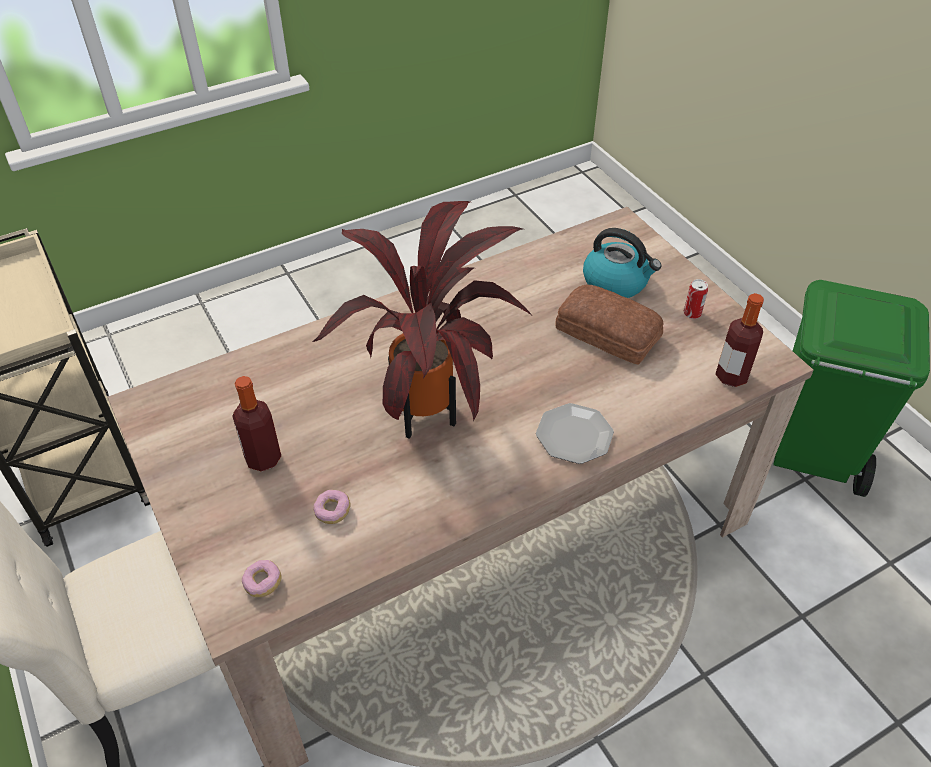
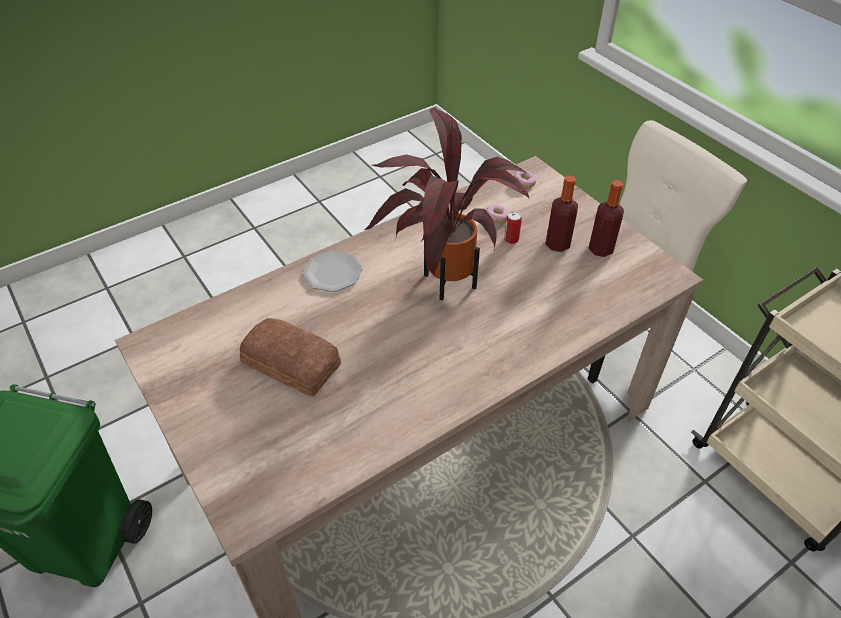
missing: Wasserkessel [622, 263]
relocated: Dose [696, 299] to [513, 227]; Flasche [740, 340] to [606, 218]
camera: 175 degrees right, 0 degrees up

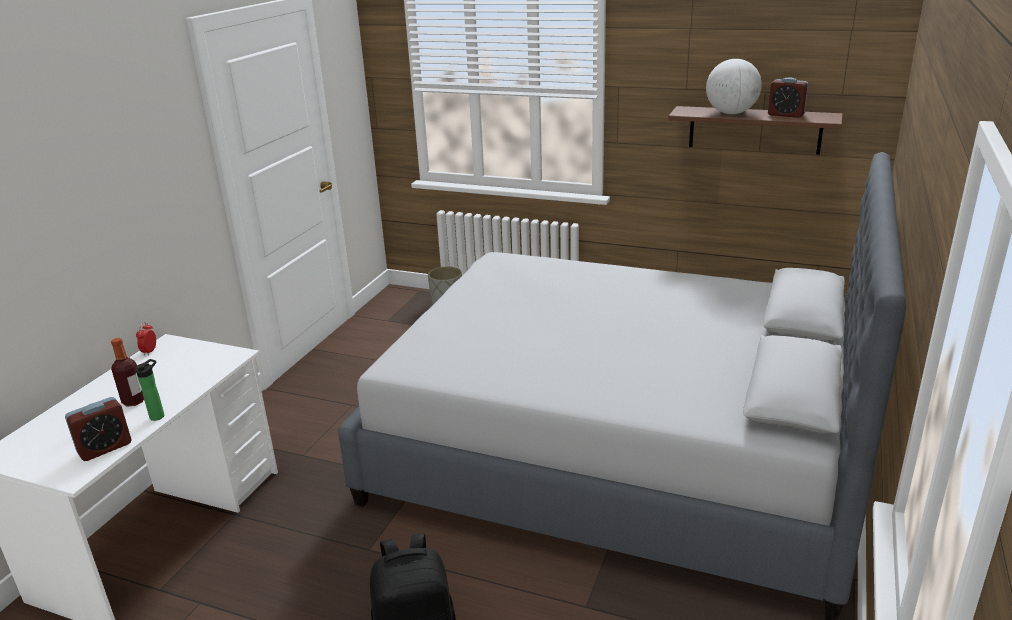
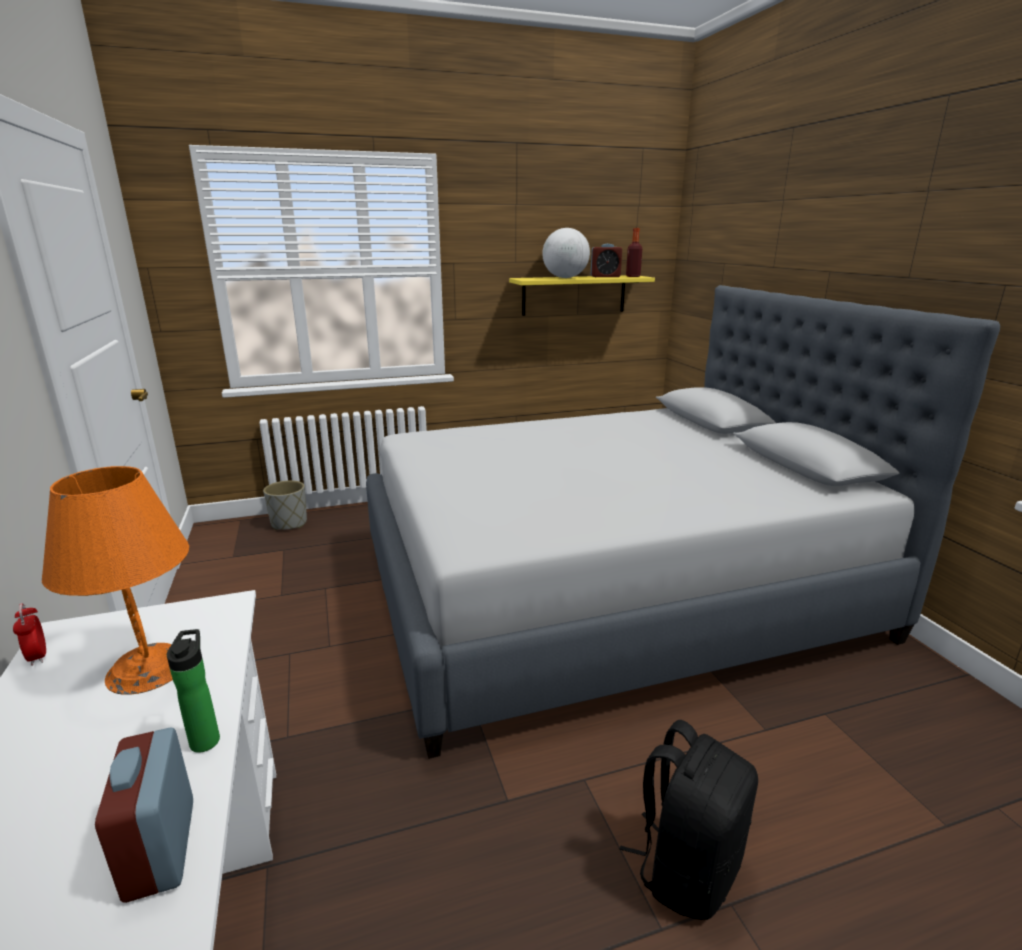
appeared: Tischlampe [orange] [115, 580]
relocated: Flasche [127, 372] to [634, 252]
colour: Wandregal [braun] [755, 130] to Wandregal [gelb] [582, 296]
spun: Wecker [98, 429] = [144, 815] 150 degrees clockwise
camera: 40 degrees left, 5 degrees down

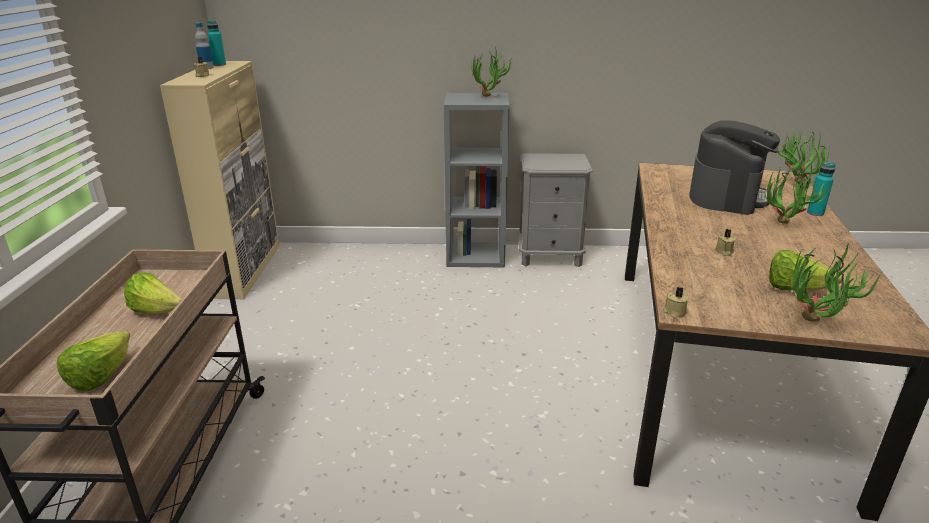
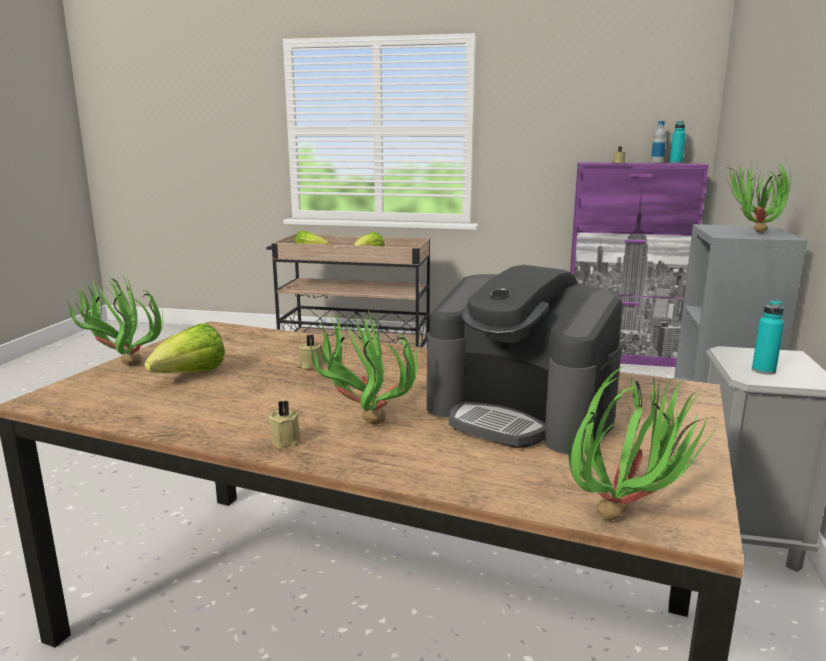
relocated: Kerze [beige] [676, 302] to [285, 424]; Flasche [türkis] [821, 189] to [768, 337]
colour: Schrank [beige] [220, 180] to Schrank [lila] [639, 264]
camera: 100 degrees right, 10 degrees down

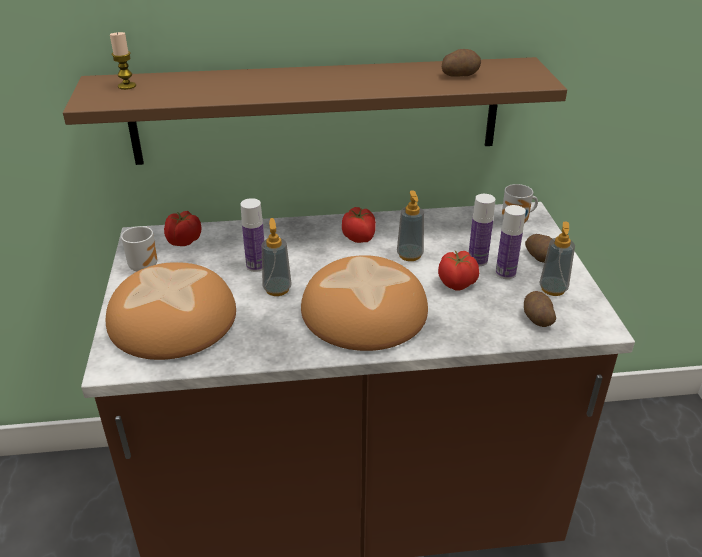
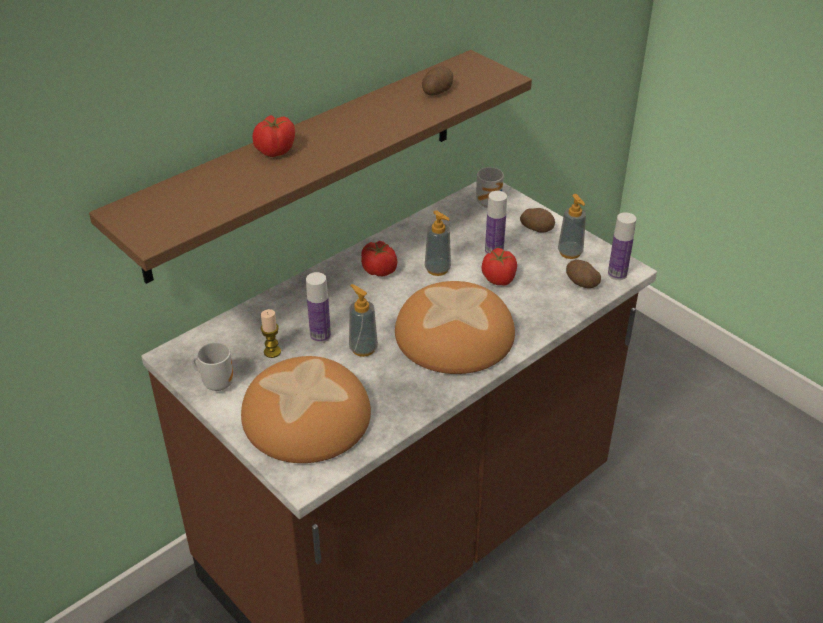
relocated: Kerze [123, 61] to [271, 333]; Tomate [183, 228] to [274, 136]; Flasche [511, 242] to [622, 246]
camera: 35 degrees left, 5 degrees up

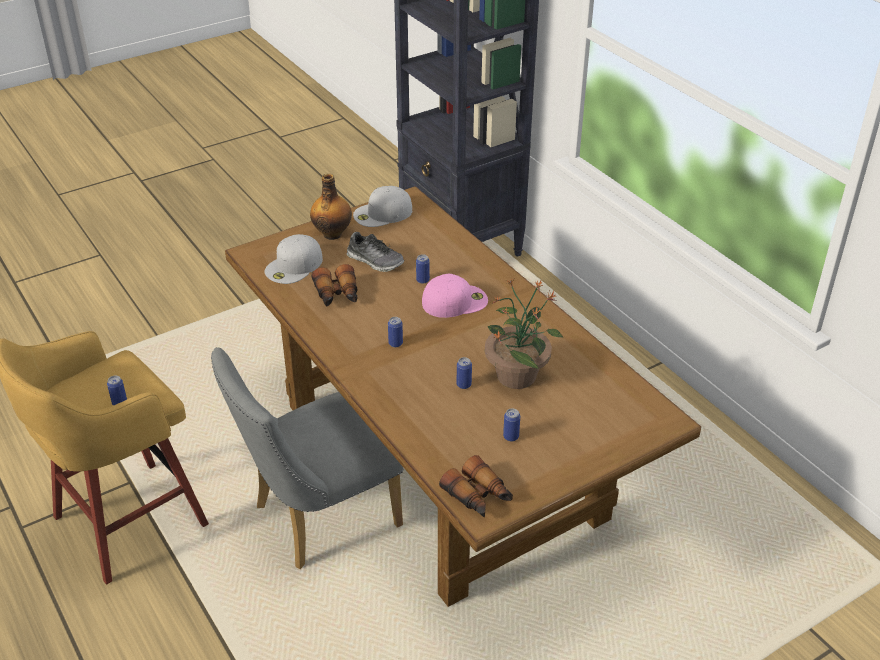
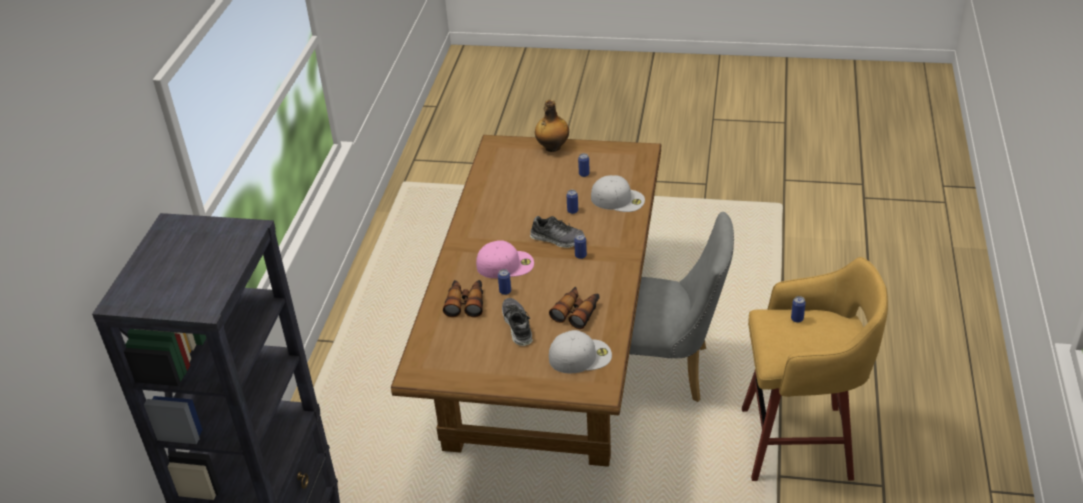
missing: Topfpflanze [524, 334]
appeared: Schuh [557, 232]
relocated: Flasche [331, 207] to [552, 126]; Kappe [weiß] [382, 206] to [618, 193]; Fernglas [476, 486] to [463, 298]
spun: Kappe [rosa] [455, 296] = [505, 259] 150 degrees clockwise
camera: 135 degrees left, 0 degrees up

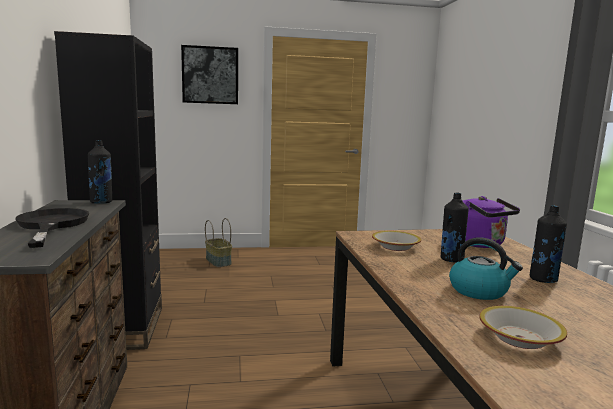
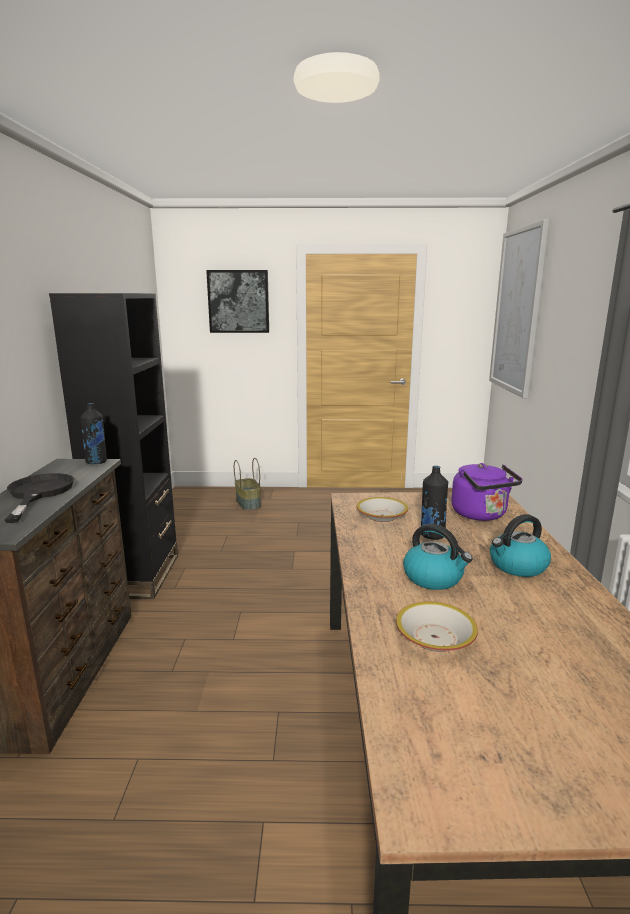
appeared: Bild [519, 308]
exchanged: Flasche [schwarz] [548, 244] to Wasserkessel [520, 545]
camera: 10 degrees right, 5 degrees up

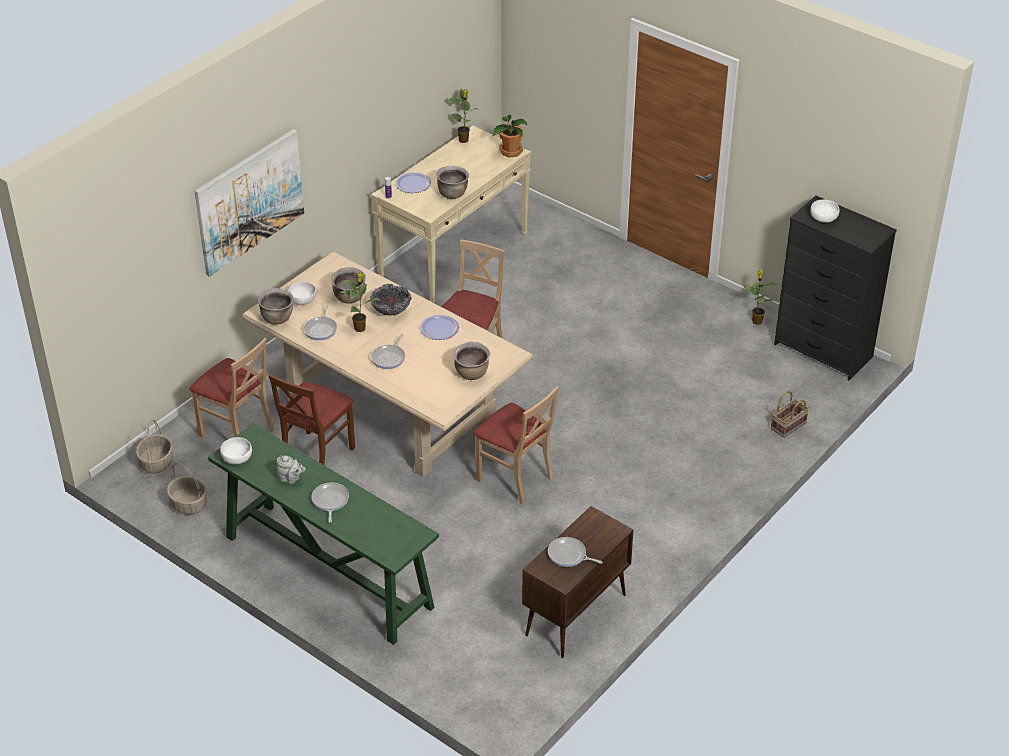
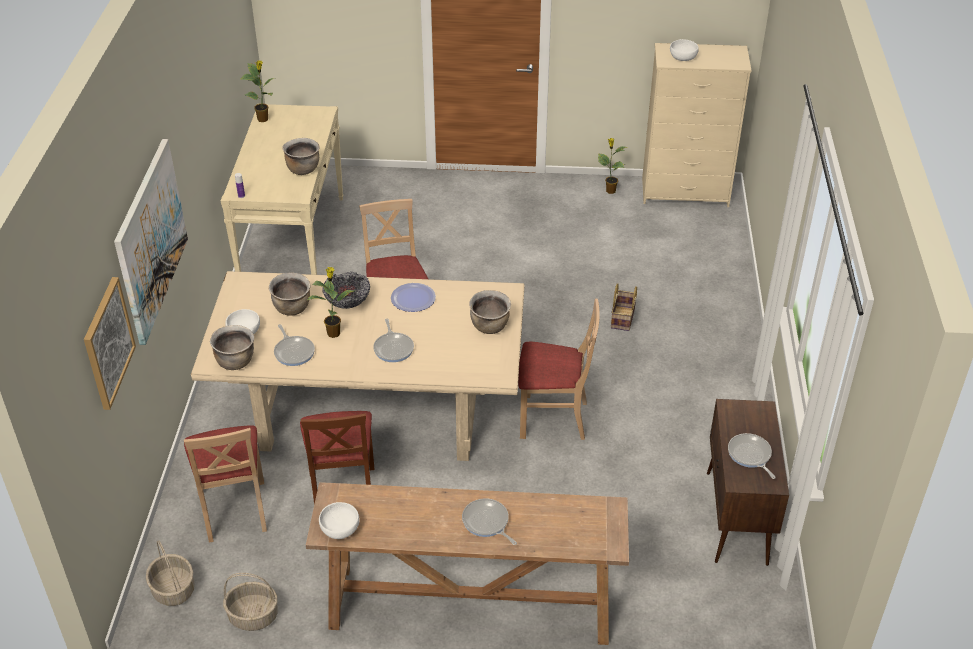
missing: Teekanne [grau] [291, 469]; Teller [413, 182]; Topfpflanze [509, 136]
appeared: Bild [110, 343]
relocated: Korb [790, 414] to [624, 307]
colour: Konsolentisch [grün] [323, 534] to Konsolentisch [braun] [467, 563]; Kommode [schwarz] [835, 287] to Kommode [beige] [697, 125]
spun: Stuhl [beige] [231, 387] = [225, 484] 75 degrees clockwise; Pfanne [575, 552] = [751, 456] 75 degrees clockwise
camera: 35 degrees left, 0 degrees up

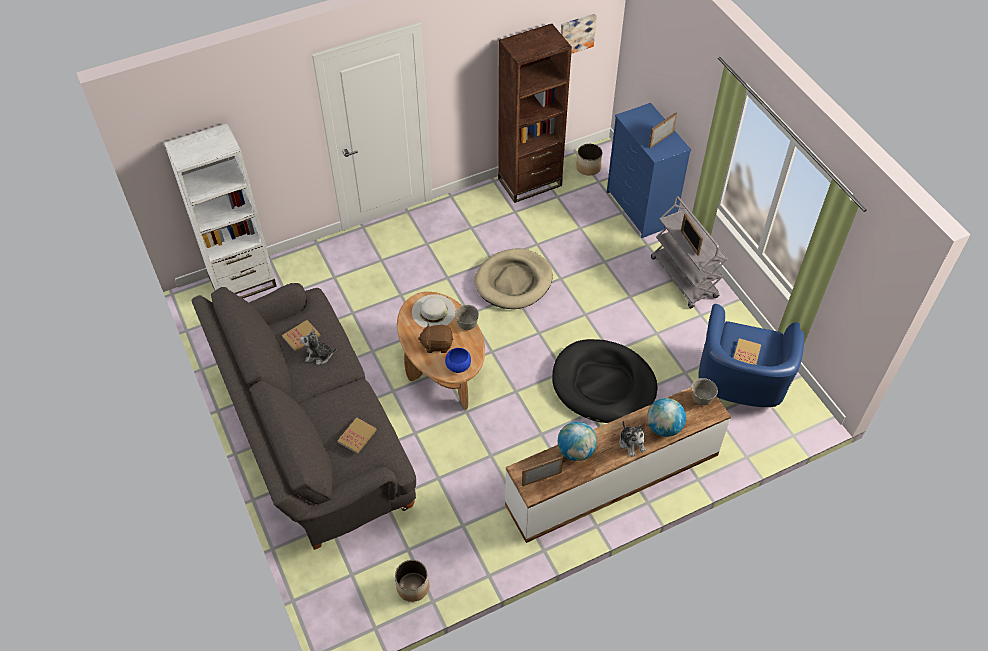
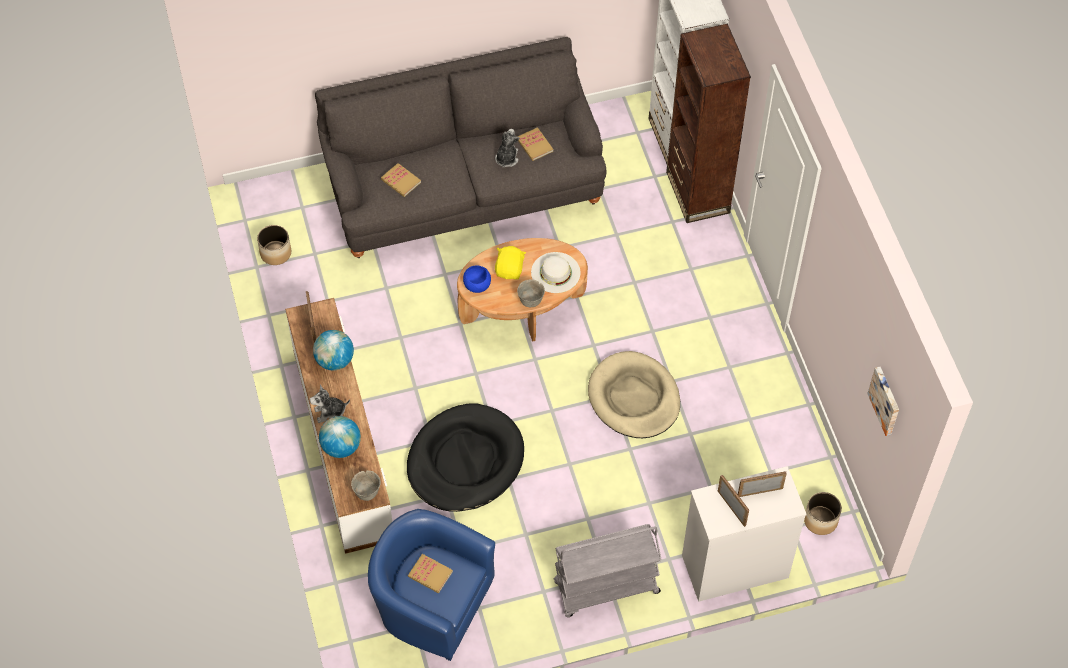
relocated: Bücherregal [braun] [535, 113] to [708, 123]; Bilderrahmen [692, 234] to [762, 484]
colour: Plüschtier [braun] [435, 338] to Plüschtier [gelb] [510, 263]; Kommode [blau] [649, 170] to Kommode [weiß] [744, 534]
camera: 100 degrees right, 5 degrees up

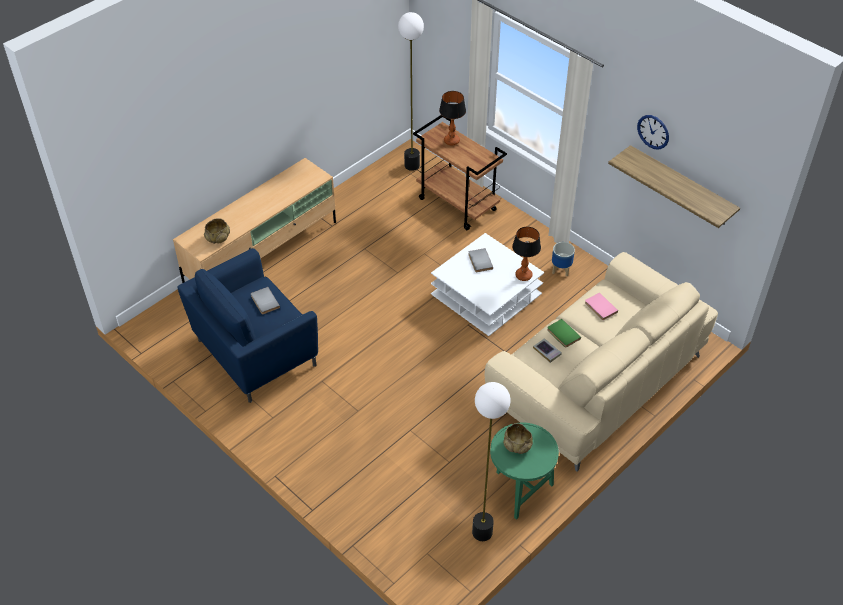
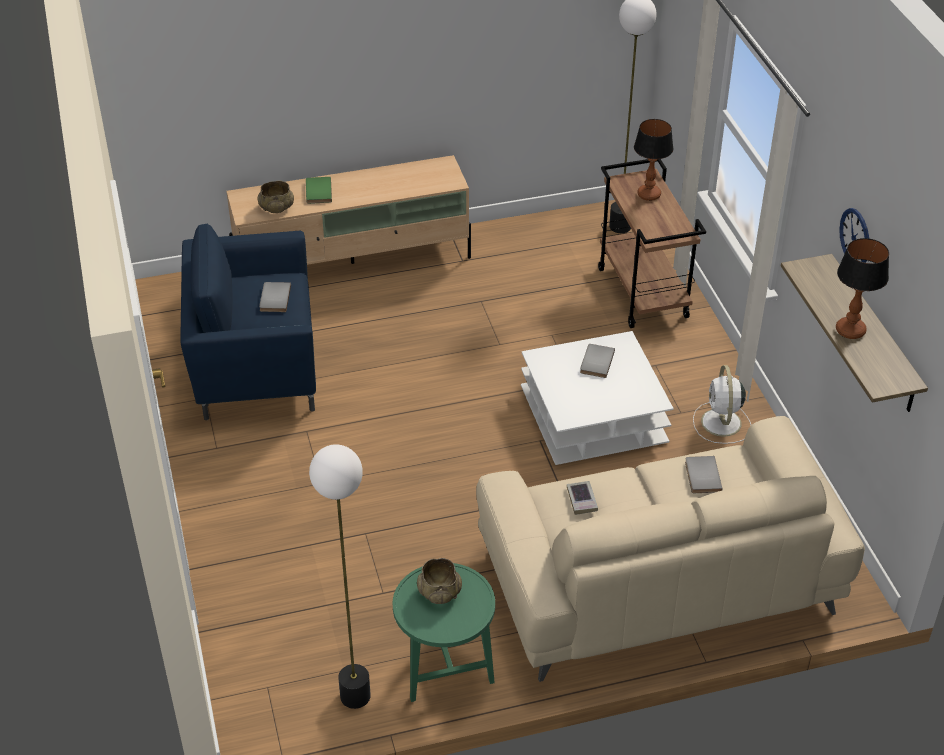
relocated: Tischlampe [526, 254] to [862, 288]; Buch [grün] [564, 333] to [319, 190]
exchanged: Pflanzkübel [563, 259] to Ventilator [weiß] [722, 404]
colour: Buch [rosa] [601, 306] to Buch [grau] [703, 474]
camera: 30 degrees right, 5 degrees down

